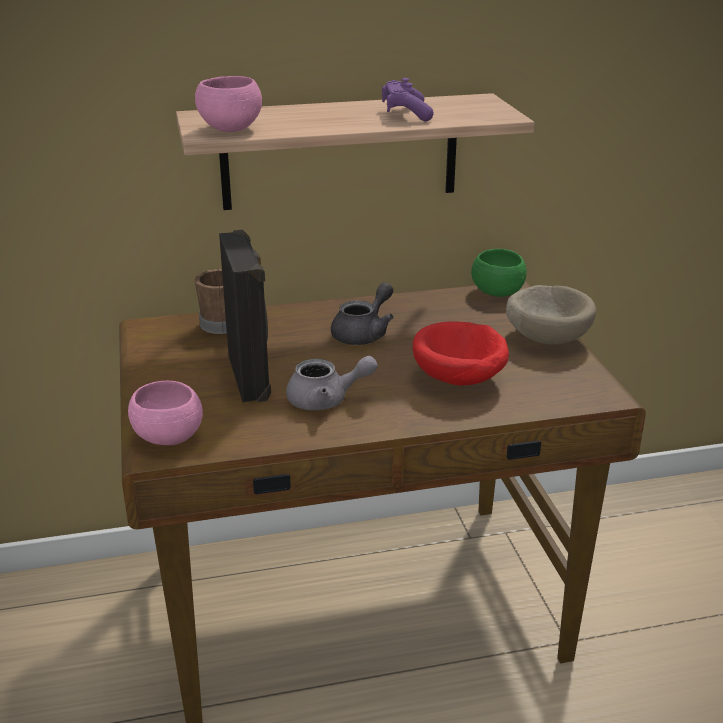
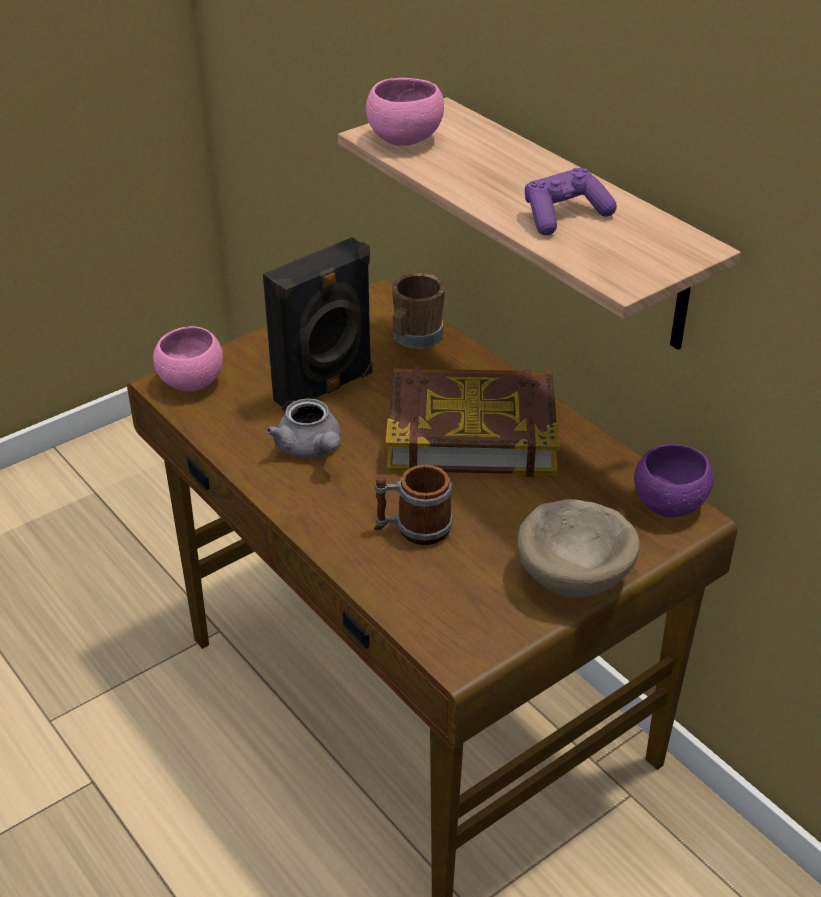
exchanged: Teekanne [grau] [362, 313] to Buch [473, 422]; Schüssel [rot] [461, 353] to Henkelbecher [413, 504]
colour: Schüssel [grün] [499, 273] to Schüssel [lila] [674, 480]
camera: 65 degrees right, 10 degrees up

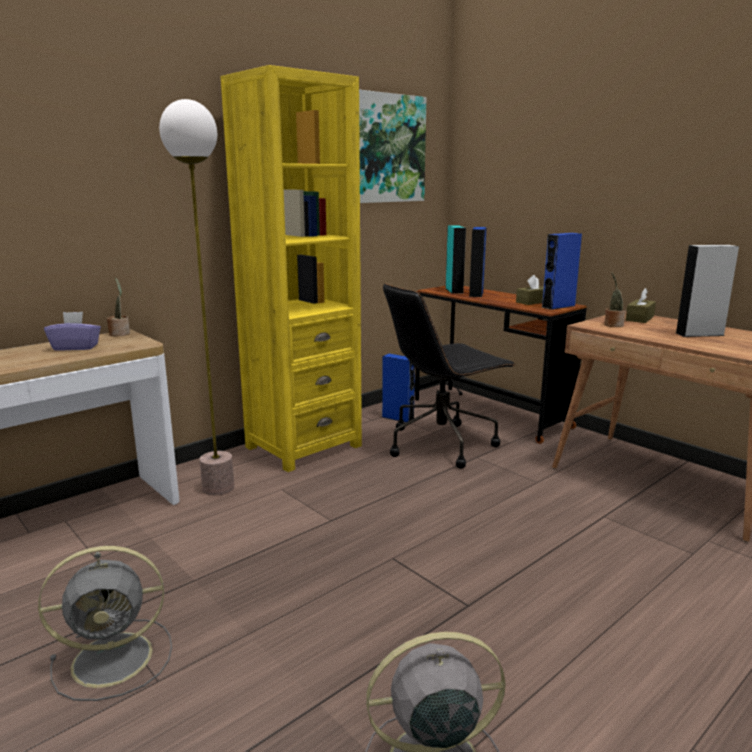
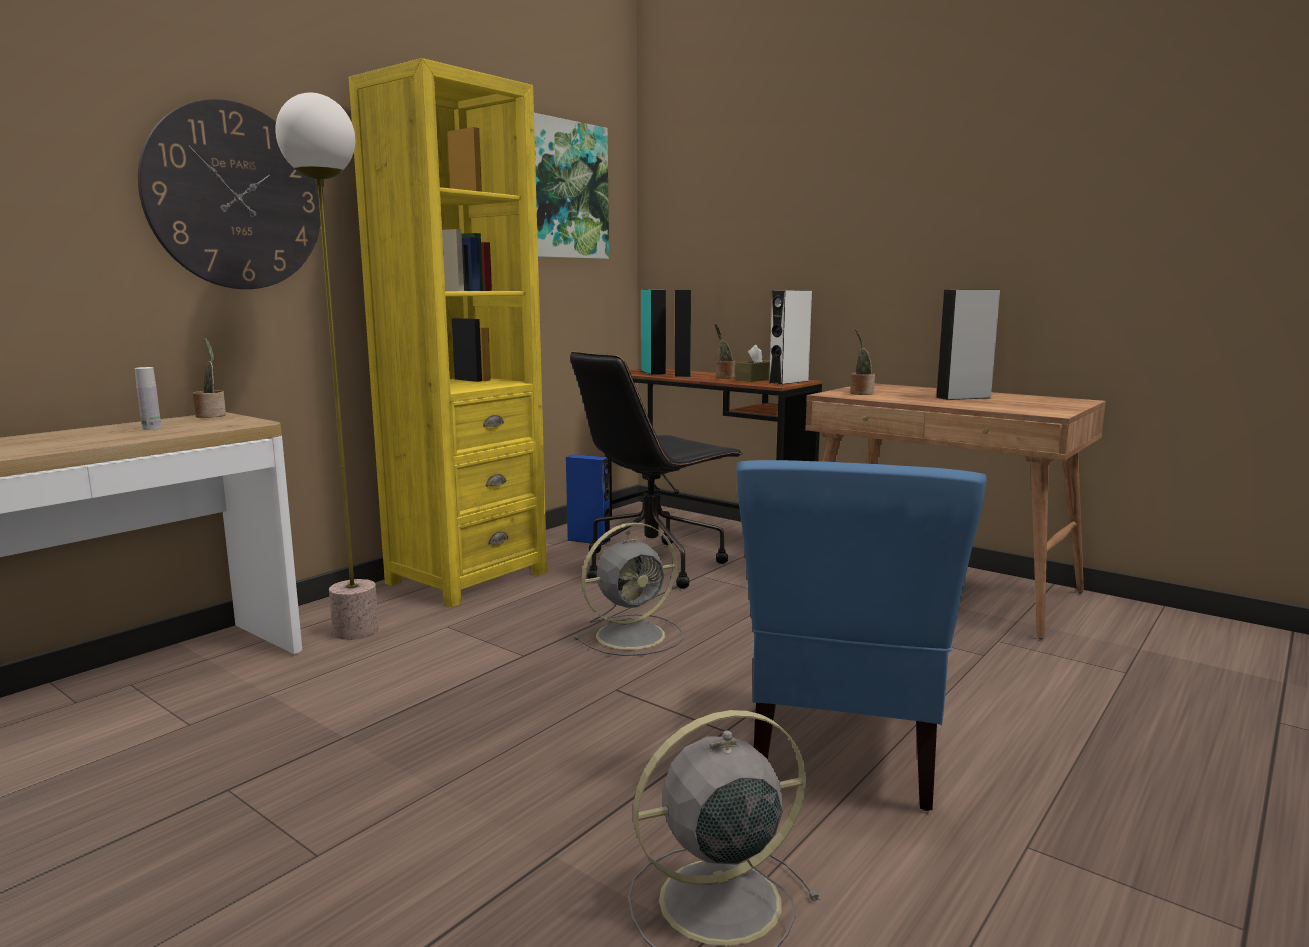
missing: Taschentuchbox [braun] [641, 305]
appeared: Wanduhr [229, 194]; Topfpflanze [725, 351]; Stuhl [blau] [861, 635]
relocated: Ventilator [grau] [105, 623] to [628, 589]
exchanged: Taschentuchbox [lila] [72, 331] to Flasche [weiß] [148, 398]
colour: Lautsprecher [blau] [562, 271] to Lautsprecher [weiß] [790, 337]
camera: 10 degrees left, 5 degrees down

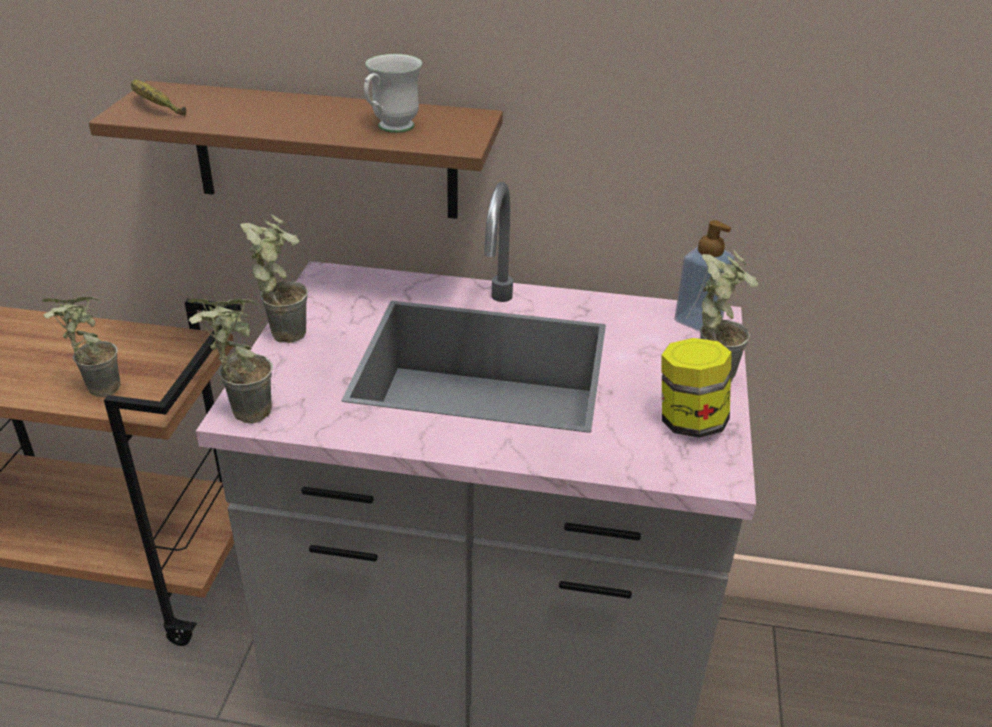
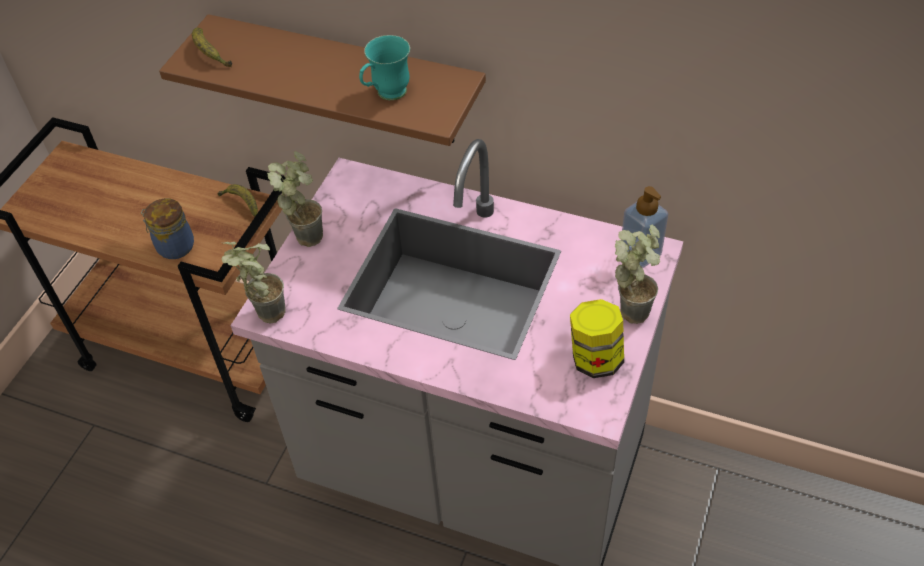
appeared: Banane [238, 200]
exchanged: Topfpflanze [81, 347] to Vorratsglas [167, 228]
colour: Henkelbecher [weiß] [393, 93] to Henkelbecher [türkis] [384, 67]
camera: 15 degrees right, 15 degrees up

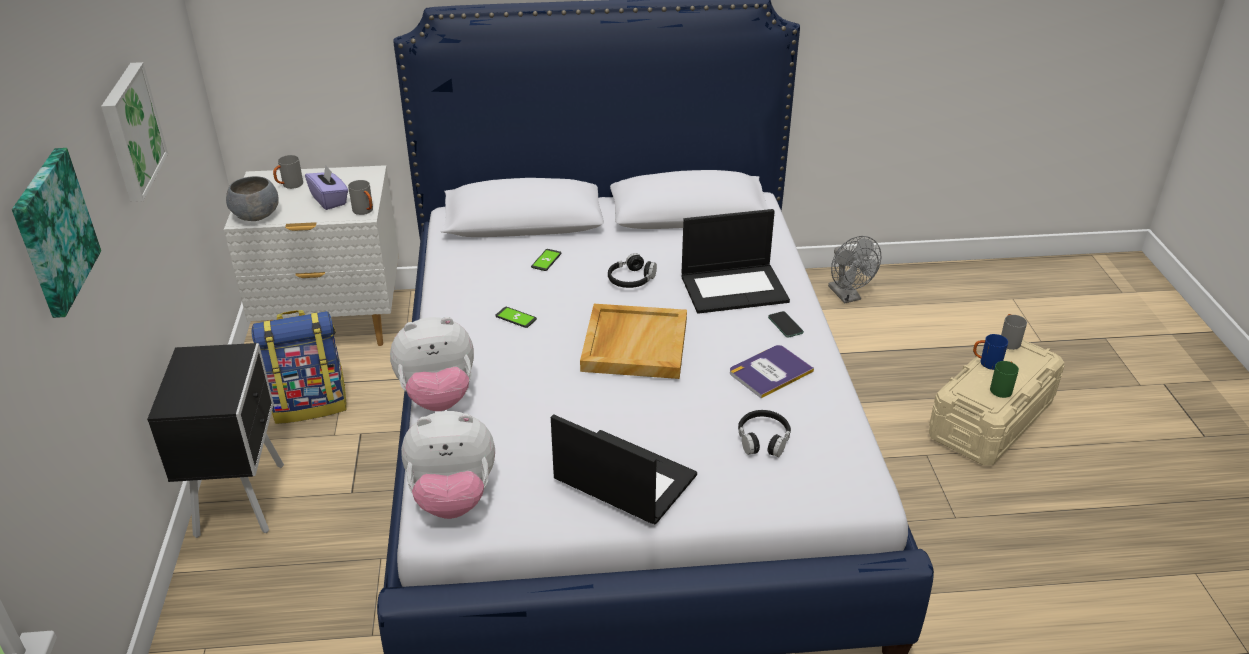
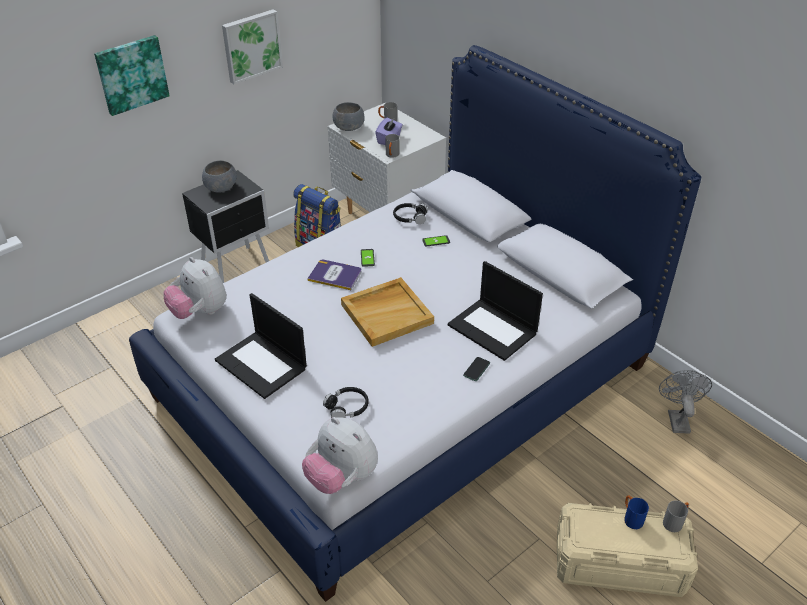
missing: Henkelbecher [grün] [1004, 379]
appeared: Schüssel [grau] [219, 176]
relocated: Plüschtier [432, 364] to [340, 455]; Kopfhörer [schwarz] [632, 270] to [410, 213]; Buch [772, 371] to [334, 275]
spun: Laptop [624, 469] = [261, 346] 135 degrees clockwise; Ventilator [grau] [854, 270] = [685, 402] 150 degrees clockwise
camera: 55 degrees right, 5 degrees up

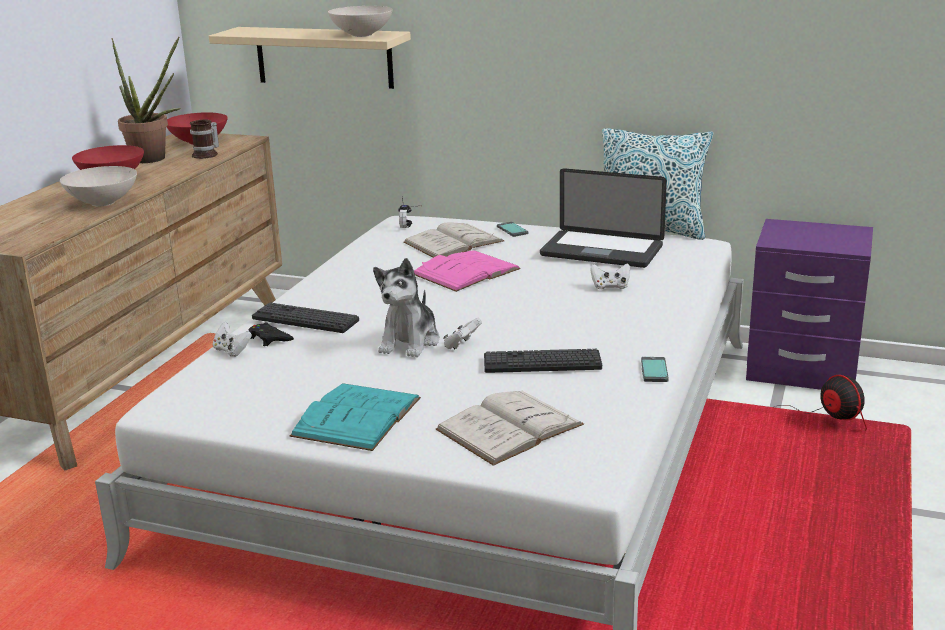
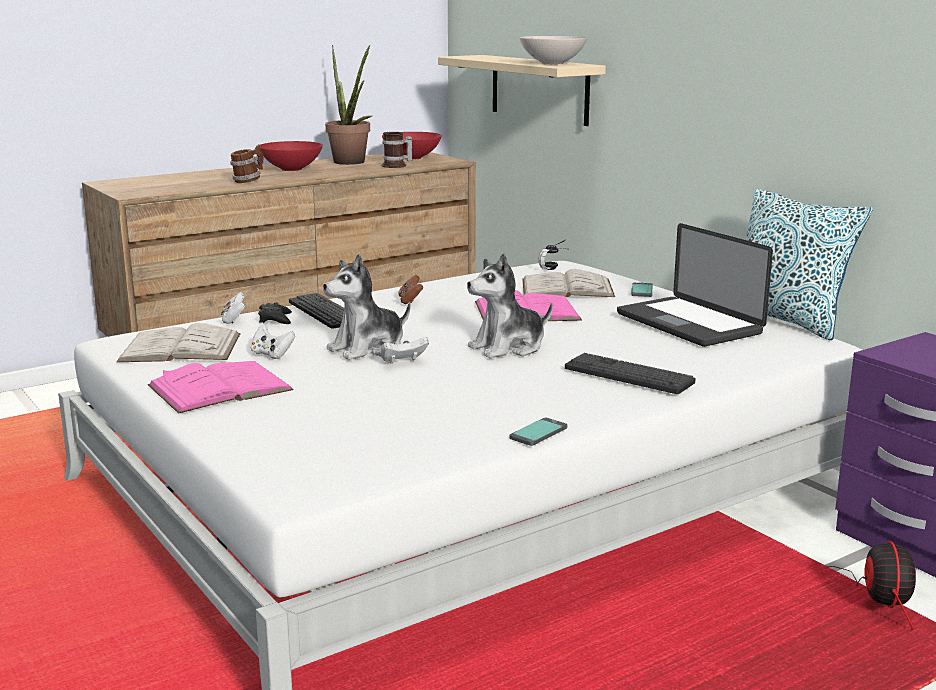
appeared: Gamepad [braun] [410, 289]; Plüschtier [510, 306]
relocated: Buch [weiß] [509, 428] to [178, 342]; Tastatur [543, 361] to [630, 373]; Gamepad [weiß] [610, 276] to [273, 341]
exchanged: Schüssel [weiß] [98, 186] to Henkelbecher [247, 163]
colour: Buch [türkis] [355, 417] to Buch [rosa] [220, 387]
camera: 35 degrees right, 5 degrees down

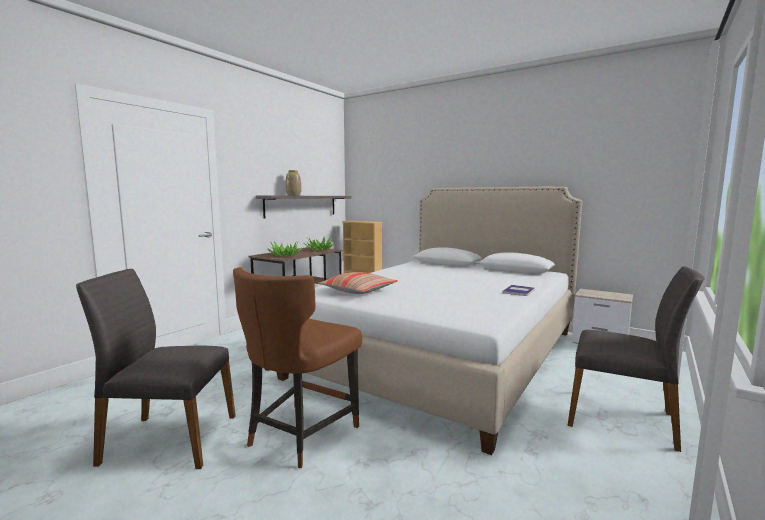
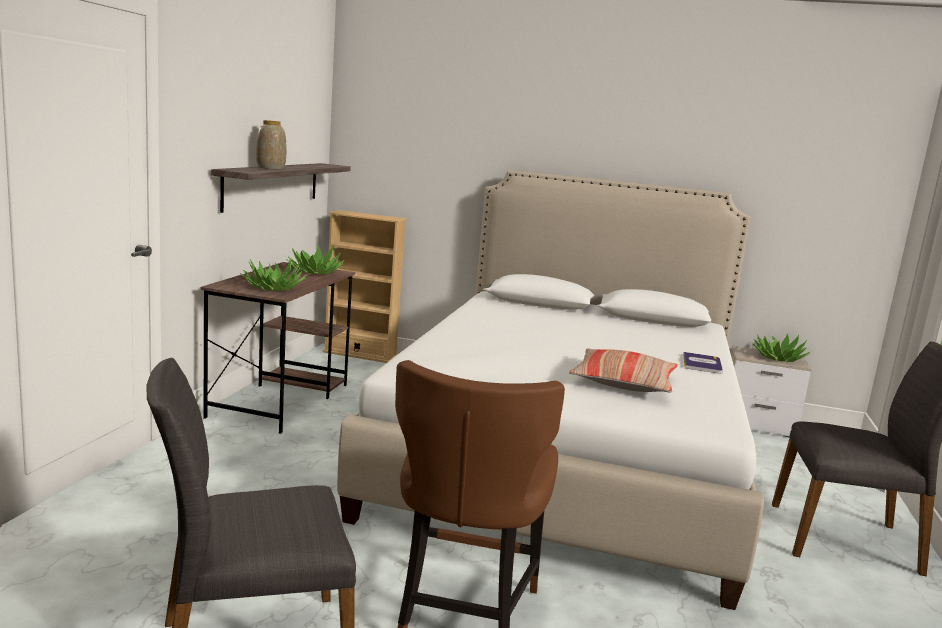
appeared: Topfpflanze [781, 348]
relocated: Kissen [357, 283] to [623, 370]
camera: 20 degrees left, 5 degrees up

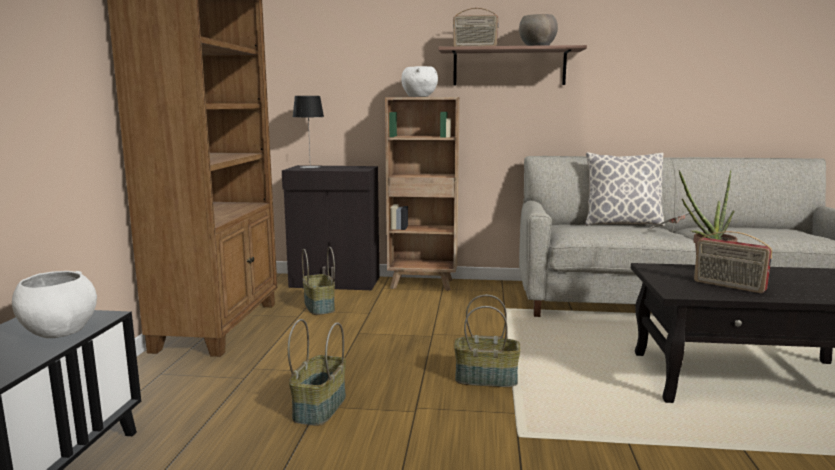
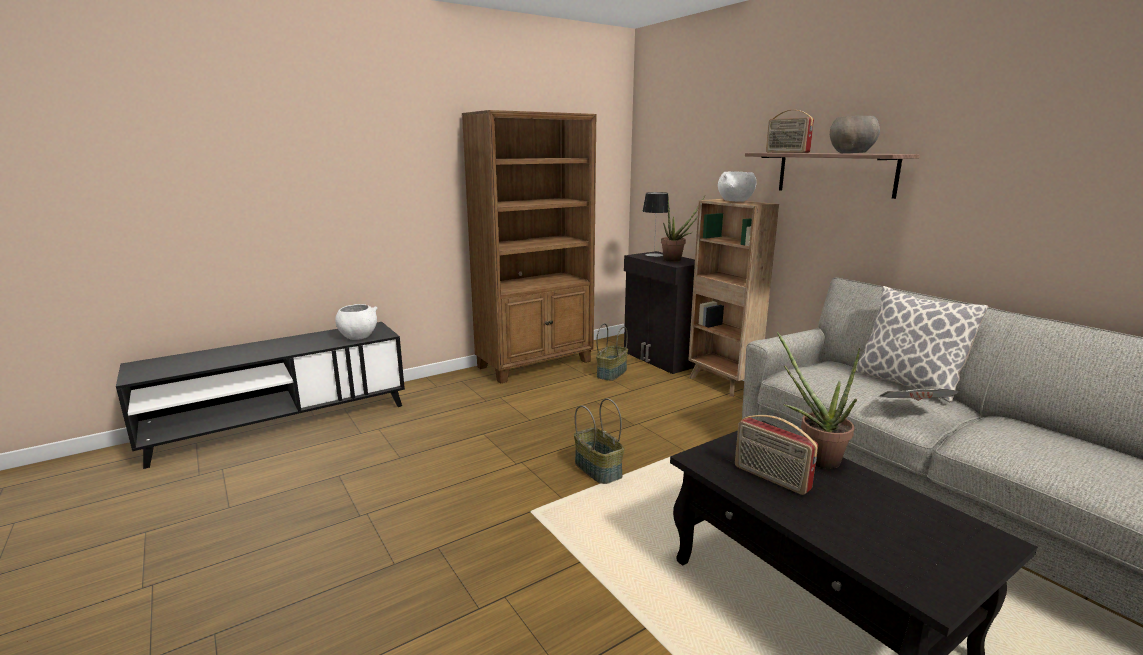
missing: Korb [317, 372]
appeared: Topfpflanze [683, 229]
spun: Radio [733, 262] = [776, 455] 45 degrees counterclockwise
camera: 50 degrees right, 5 degrees up

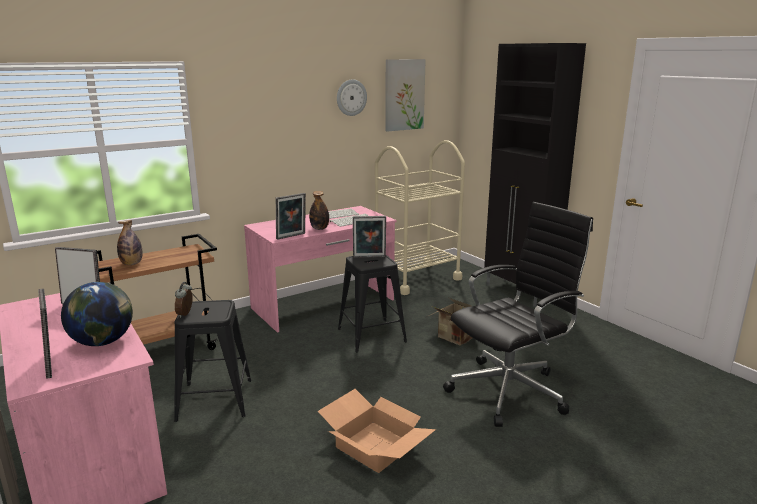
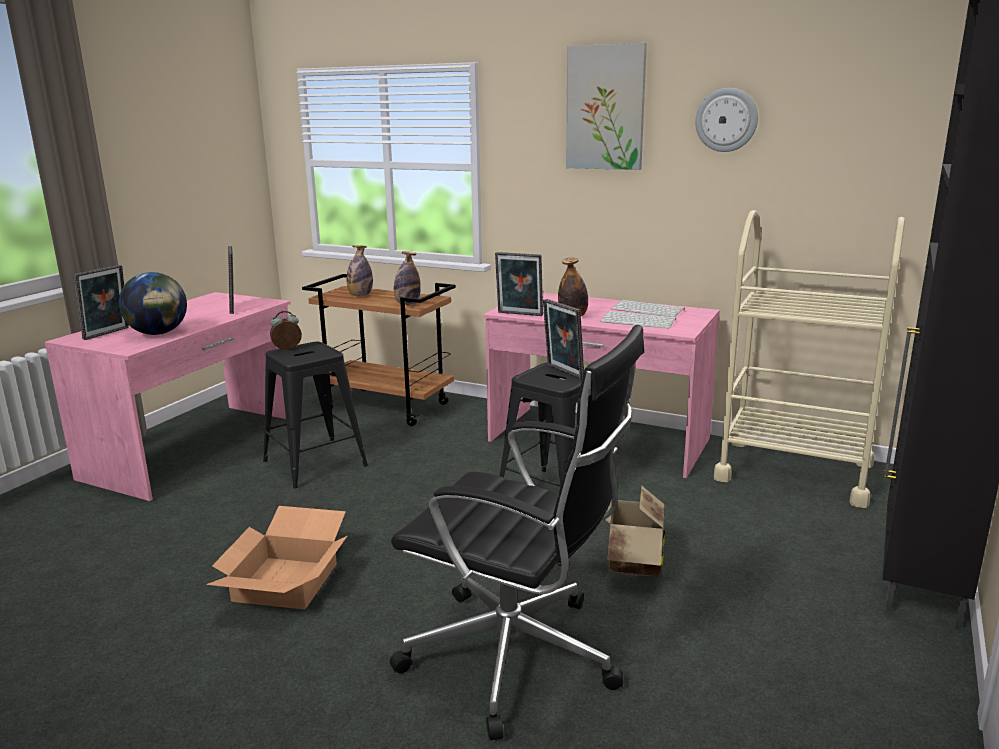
appeared: Flasche [407, 278]
relocated: Bild [405, 95] to [606, 106]
camera: 60 degrees right, 0 degrees up

